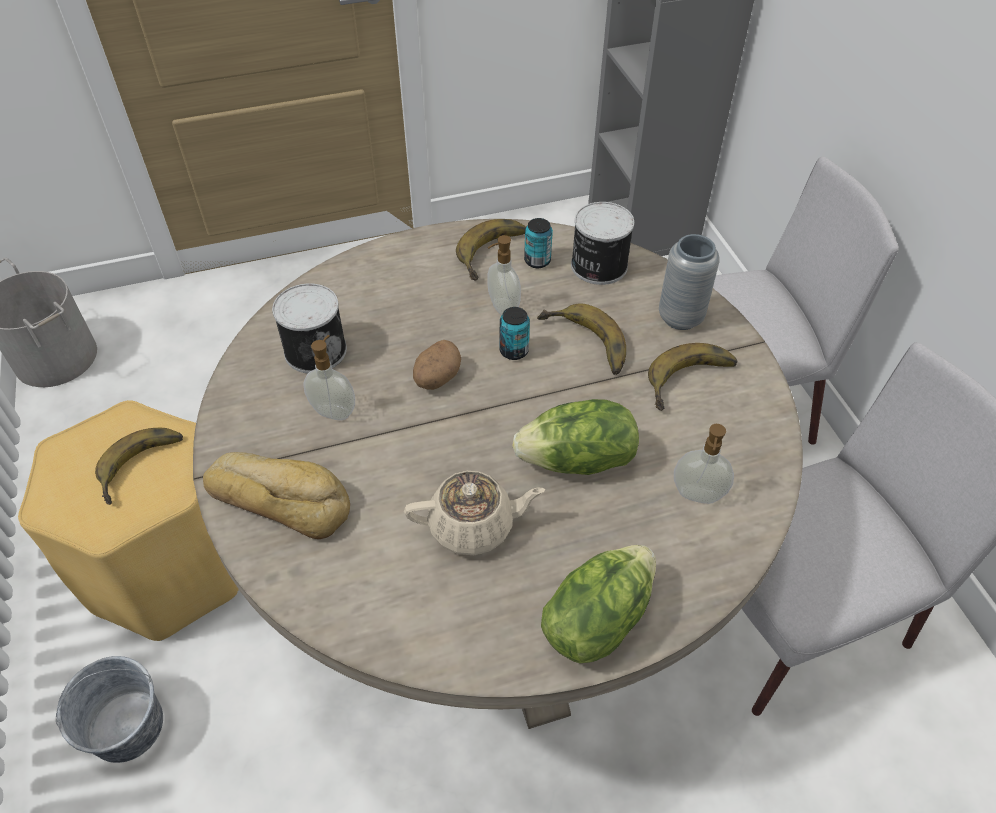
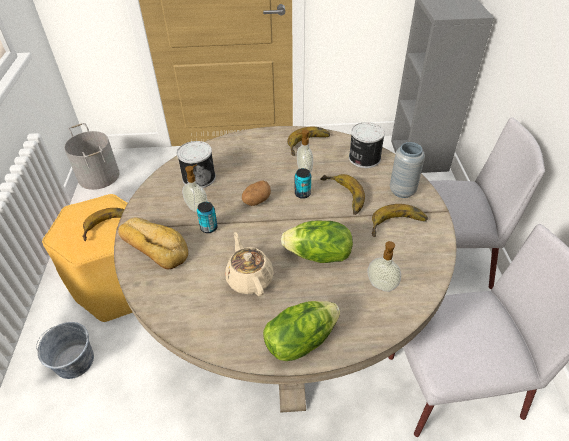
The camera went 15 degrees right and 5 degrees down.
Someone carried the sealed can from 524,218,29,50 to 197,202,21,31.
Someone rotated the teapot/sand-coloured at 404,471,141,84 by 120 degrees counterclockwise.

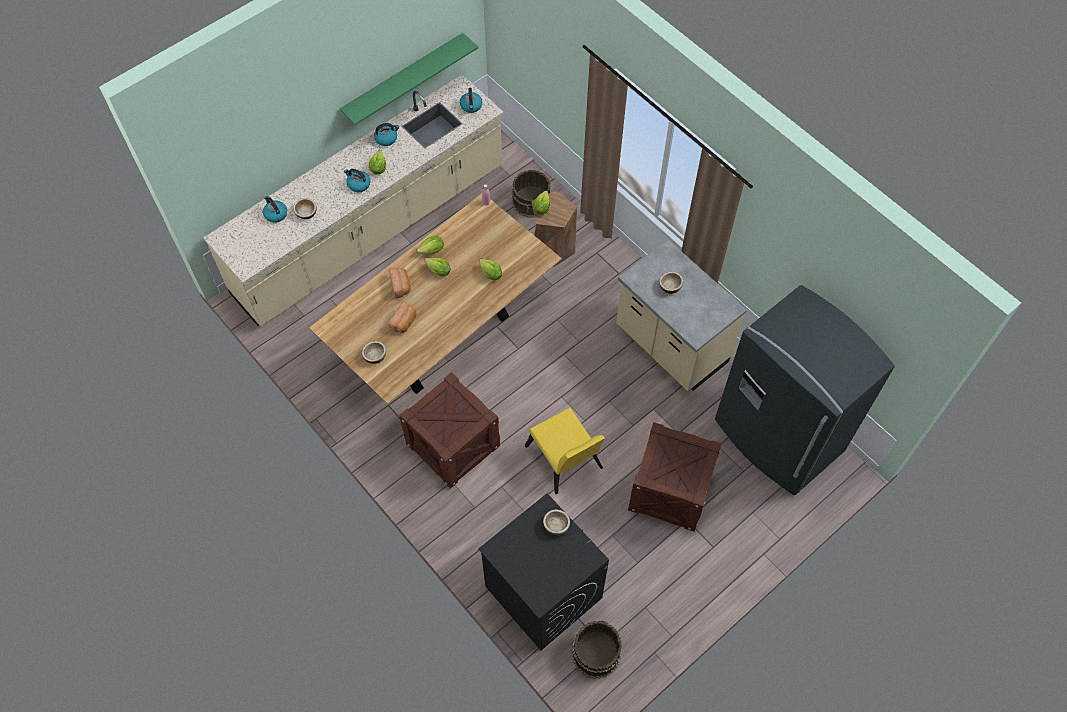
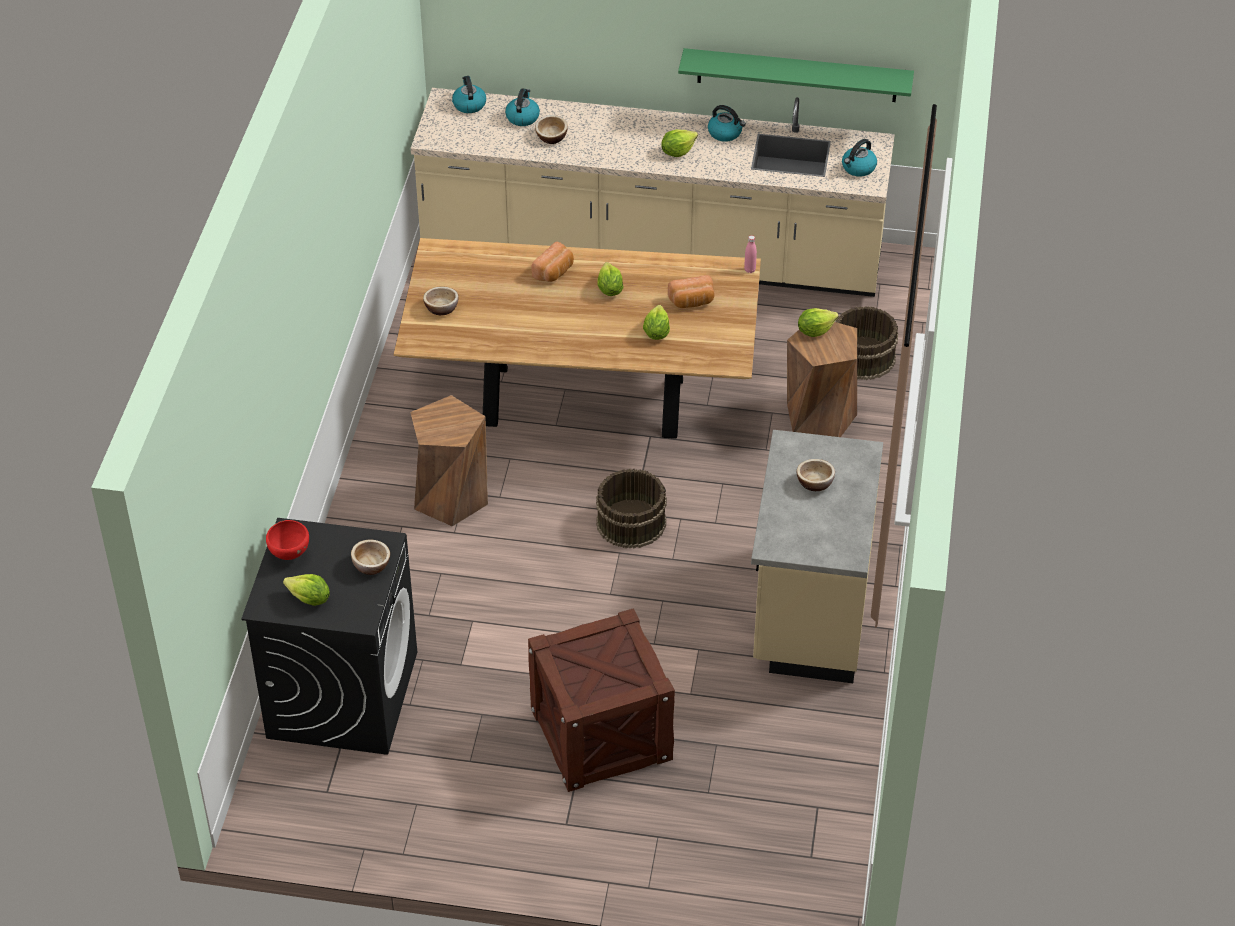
The camera went 50 degrees right and 15 degrees down.
Someone took away the plain chair/yellow at 525,408,80,86.
Someone took away the fridge/gray at 715,285,180,210.
Someone put down the bowl/red-coloured at 266,520,43,40.
Someone carried the water kettle from 344,169,26,23 to 452,76,34,37.
Someone carried the baked bread from 388,302,28,31 to 668,275,46,33.
Someone carried the lettuce head from 416,236,28,19 to 283,574,47,32.
Someone carried the water bucket/brown from 572,621,51,58 to 596,469,71,80.
Someone swapped the packing crate at 399,372,101,117 for the stool seat/brown at 410,395,78,131.

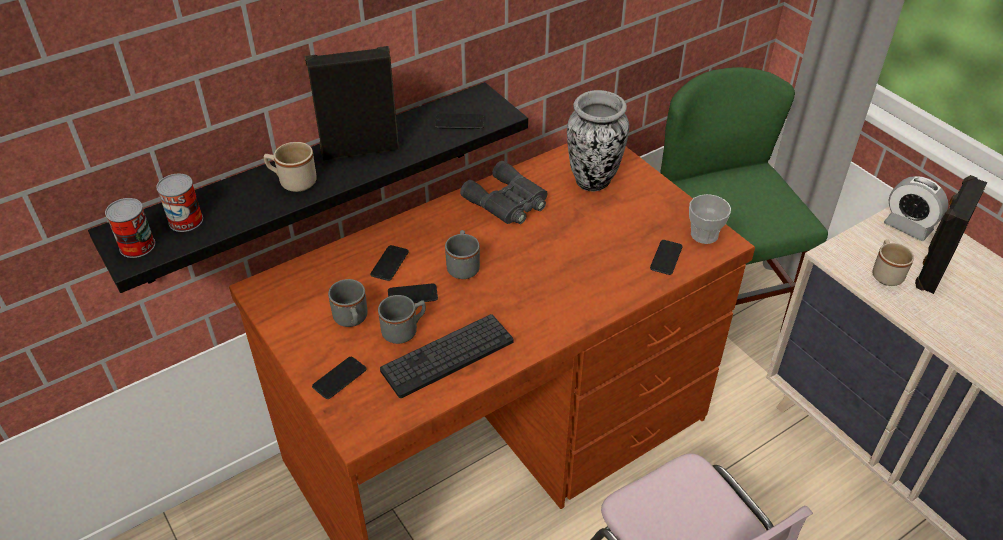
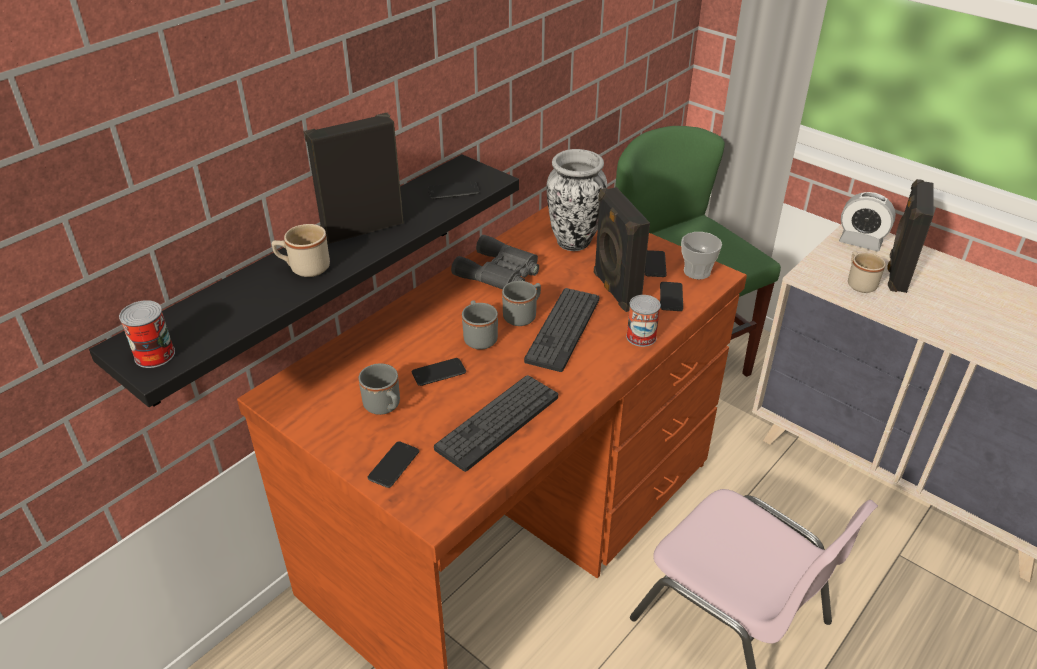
The camera went 15 degrees left and 5 degrees down.
Someone put down the PC keyboard at 524,288,75,84.
Someone put down the speaker/black at 594,187,56,125.
Someone carried the sealed can from 156,174,47,58 to 626,295,35,52.
Someone carried the telephone from 370,245,39,36 to 645,250,22,27.
Someone carried the coffee mug/gray from 378,295,48,49 to 502,281,39,45.

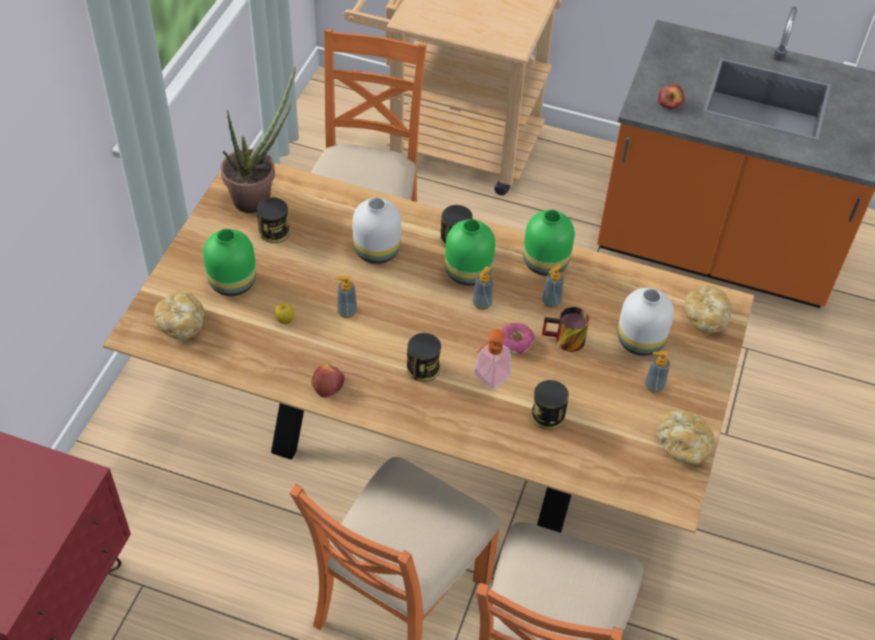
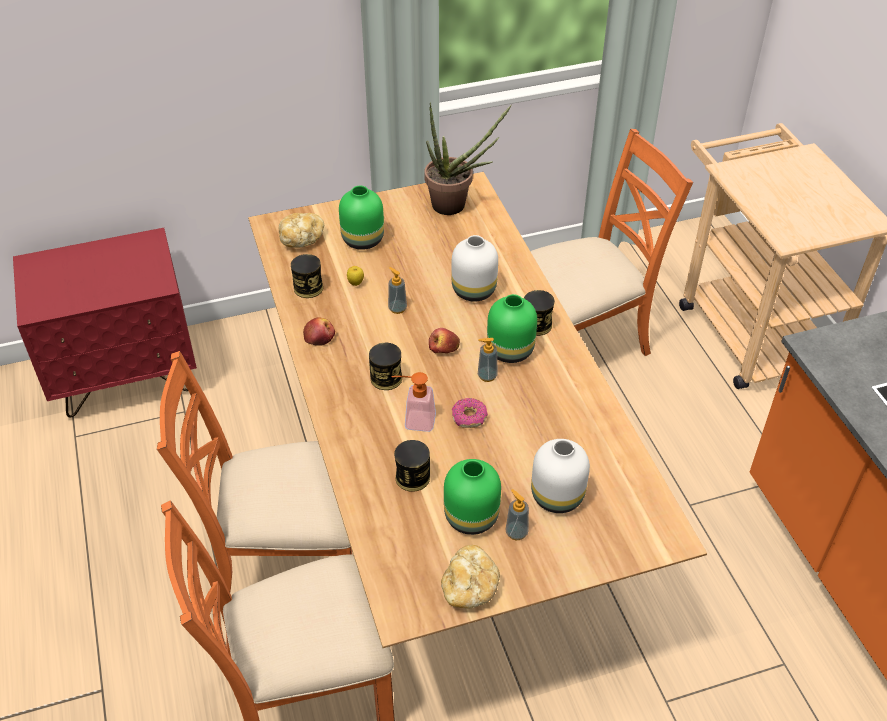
The camera went 55 degrees right and 5 degrees down.
Someone took away the soap dispenser at 542,265,22,43.
Someone took away the coffee mug at 542,307,47,45.
Someone took away the baked bread at 685,286,47,47.
Someone carried the sealed can from 257,198,33,45 to 291,254,32,44.
Someone carried the vase/greenish from 523,210,52,66 to 444,459,57,76.
Someone carried the whole apple from 658,85,27,24 to 429,328,31,25.

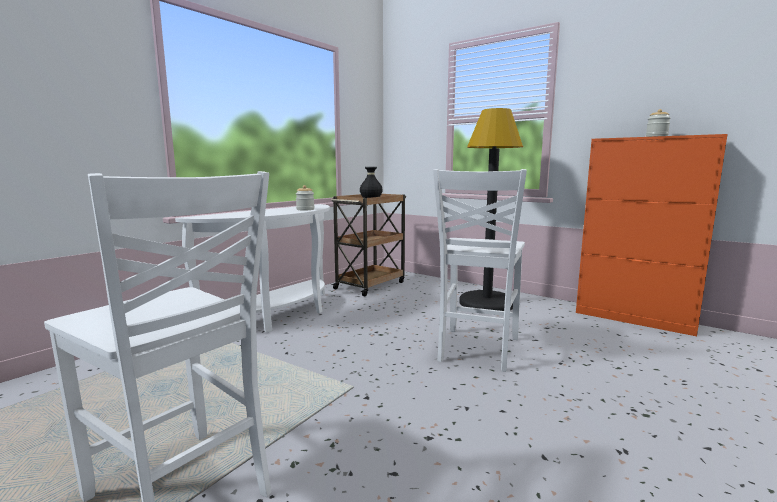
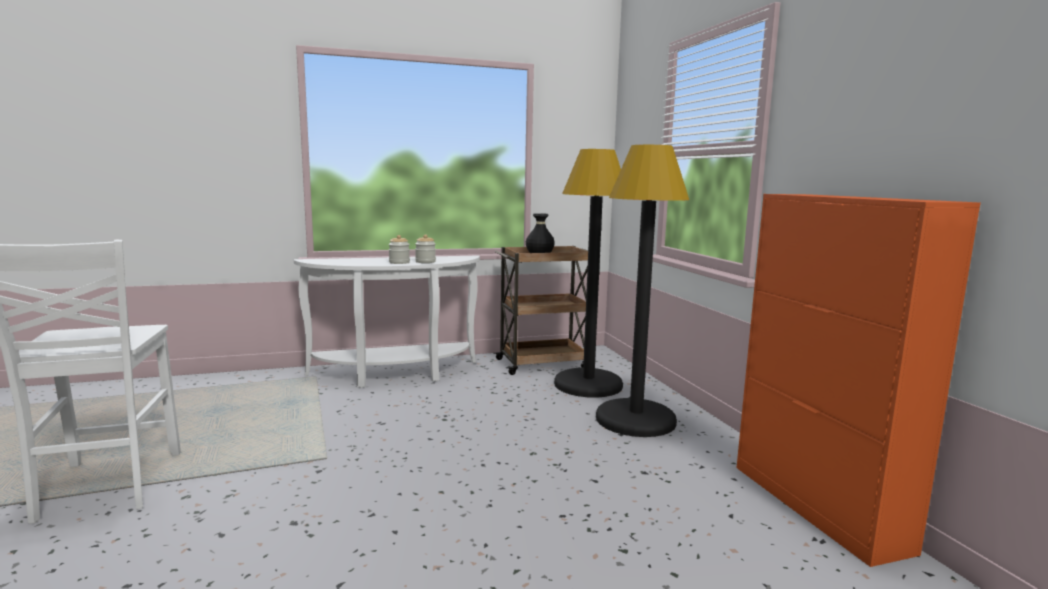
The camera went 35 degrees right and 0 degrees up.
Someone took away the plain chair/whitish at 433,169,94,203.
Someone put down the floor lamp/black at 554,149,69,249.
Someone carried the storage jar from 646,109,24,28 to 389,235,21,29.

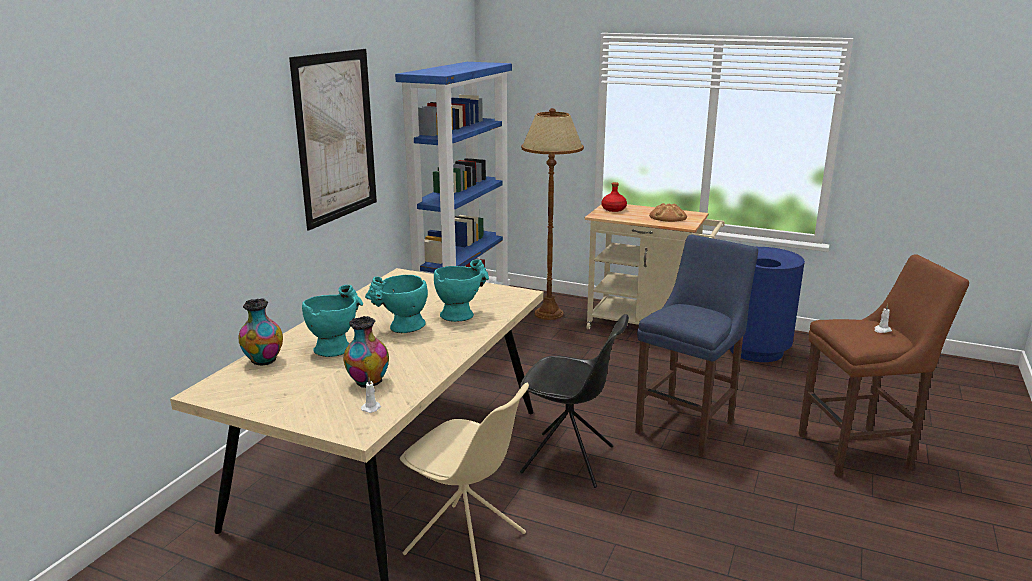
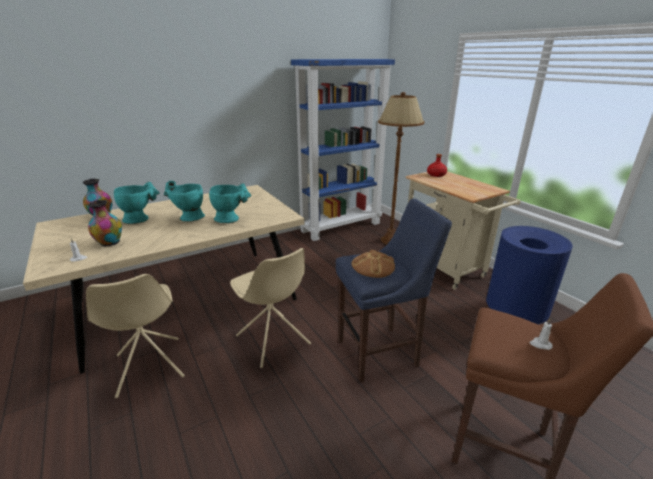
The camera went 35 degrees right and 5 degrees up.
Someone took away the wall art at 289,49,88,182.
Someone carried the baked bread from 649,203,38,19 to 351,250,44,28.
Someone repainted the plain chair/black at 520,314,109,174, which became the plain chair/sand-coloured at 230,248,81,120.

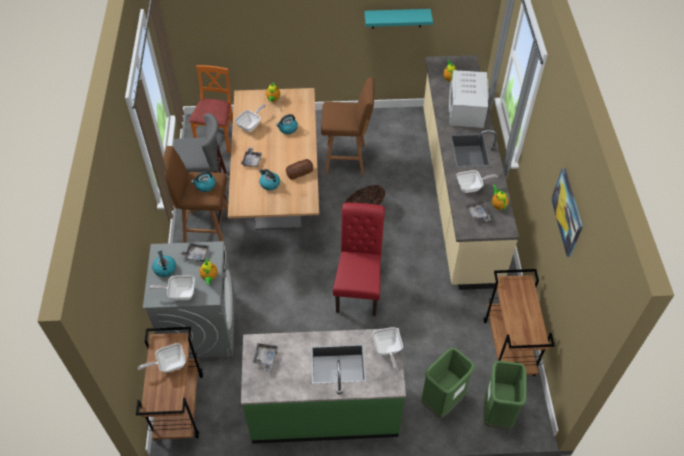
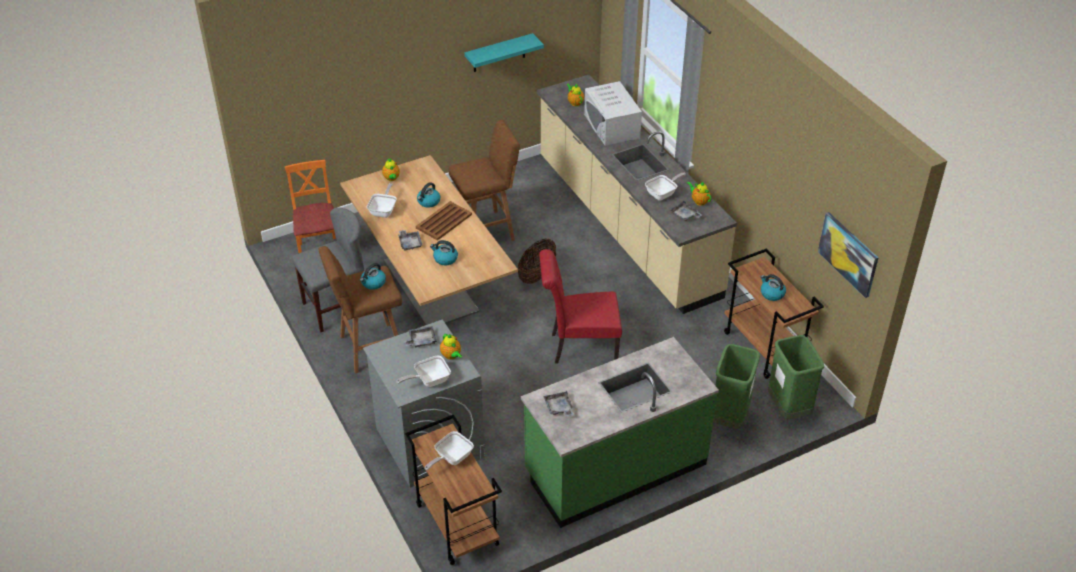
The camera went 25 degrees left and 10 degrees down.
Someone took away the baked bread at 286,159,27,21.
Someone took away the frying pan at 372,327,31,44.
Someone put down the serving tray/brown at 416,201,56,40.
Someone carried the water kettle from 152,250,24,27 to 761,274,25,27.
Someone carried the wall art from 551,168,32,89 to 818,212,60,86.
Someone rotated the plain chair/red-coloured at 333,203,52,113 by 75 degrees counterclockwise.

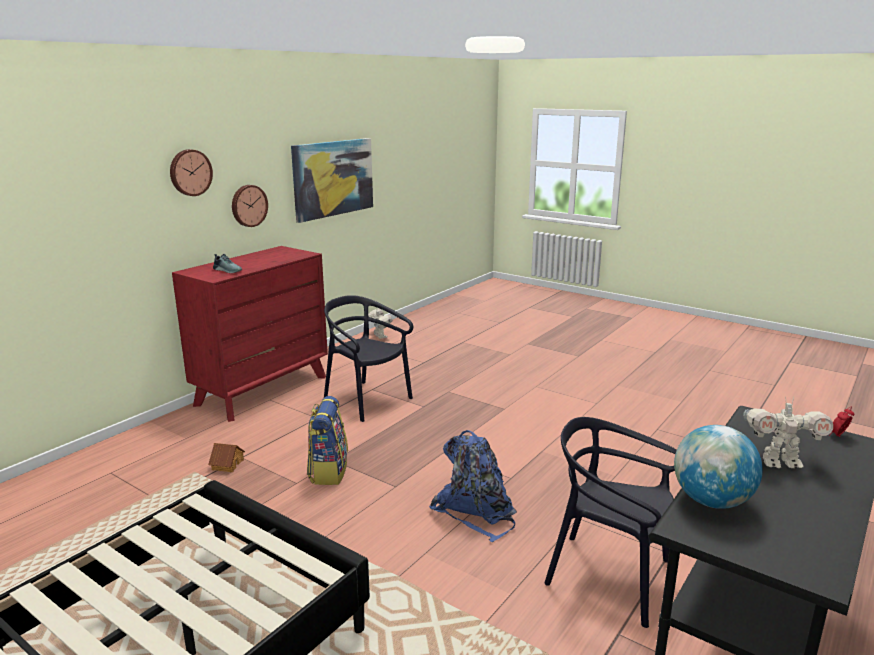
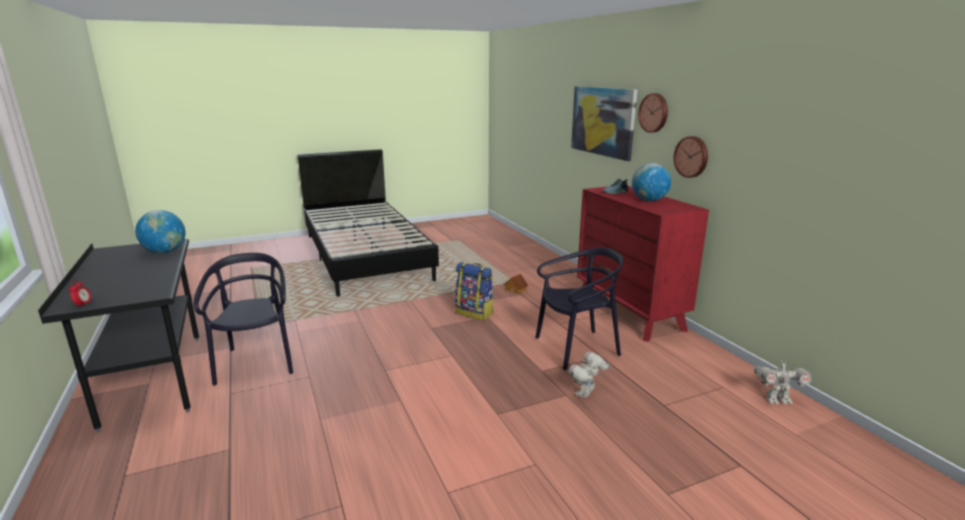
The camera went 120 degrees right and 0 degrees up.
Someone took away the rucksack/blue at 429,430,88,112.
Someone put down the desk globe at 632,163,39,38.
Someone carried the wall art from 291,138,82,85 to 571,86,66,75.
Someone carried the model robot from 743,397,90,71 to 568,351,42,47.
Someone rotated the plain chair/black at 544,417,133,211 by 75 degrees counterclockwise.

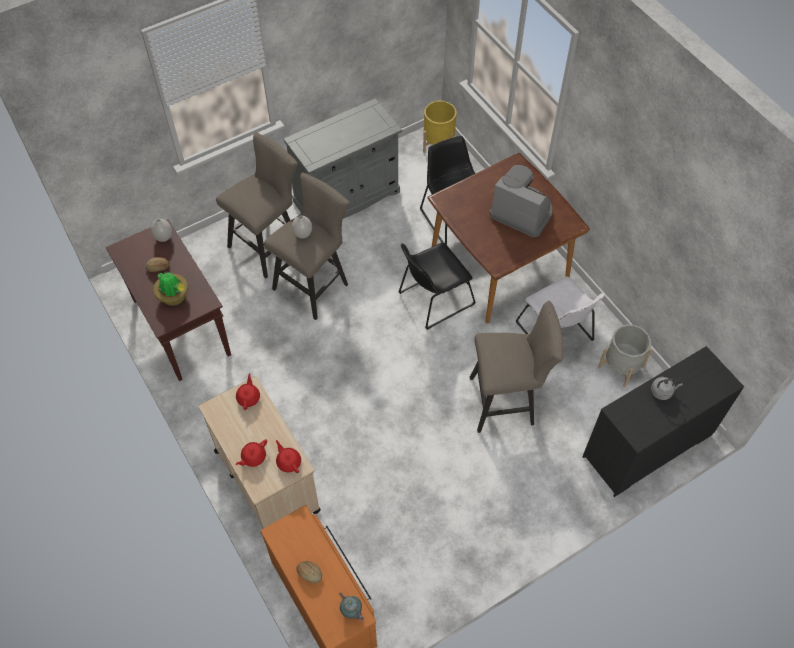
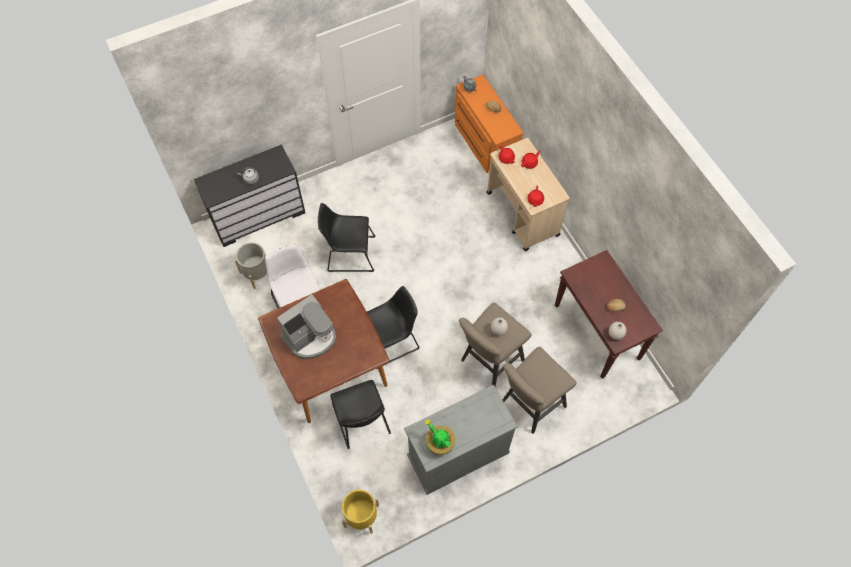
The camera went 175 degrees left and 5 degrees up.
Someone carried the houseplant from 153,272,35,34 to 425,419,30,36.
Someone swapped the stool seat/sand-coloured at 470,301,94,132 for the plain chair/black at 318,203,57,69.
Someone rotated the coffee maker at 490,165,62,72 by 75 degrees counterclockwise.

